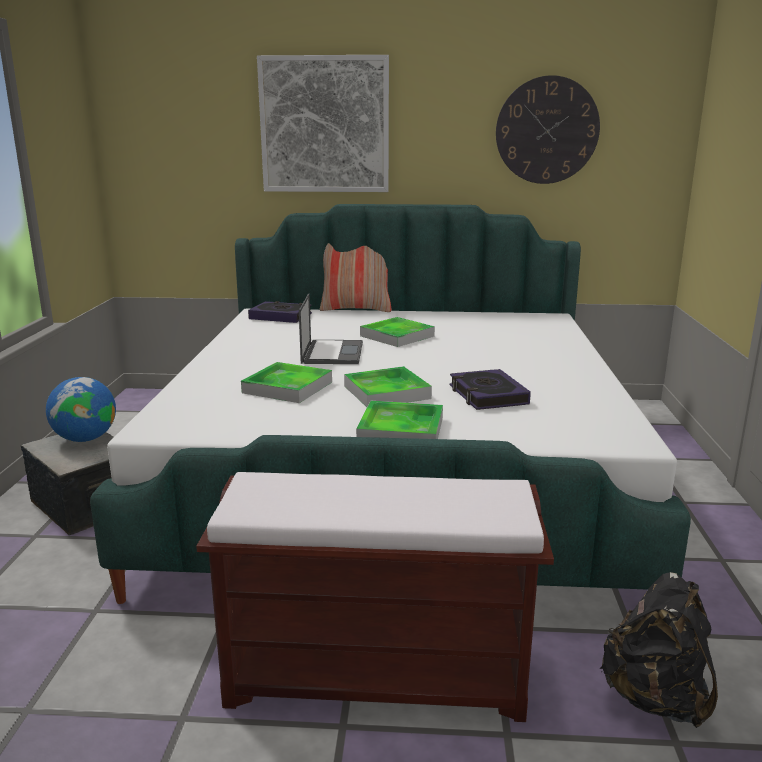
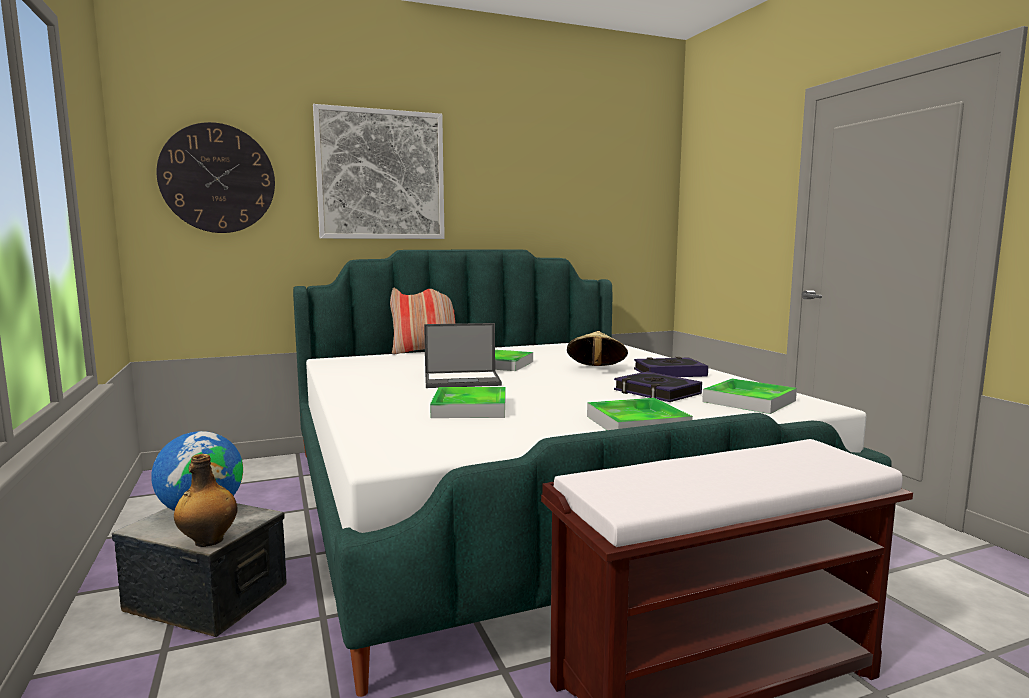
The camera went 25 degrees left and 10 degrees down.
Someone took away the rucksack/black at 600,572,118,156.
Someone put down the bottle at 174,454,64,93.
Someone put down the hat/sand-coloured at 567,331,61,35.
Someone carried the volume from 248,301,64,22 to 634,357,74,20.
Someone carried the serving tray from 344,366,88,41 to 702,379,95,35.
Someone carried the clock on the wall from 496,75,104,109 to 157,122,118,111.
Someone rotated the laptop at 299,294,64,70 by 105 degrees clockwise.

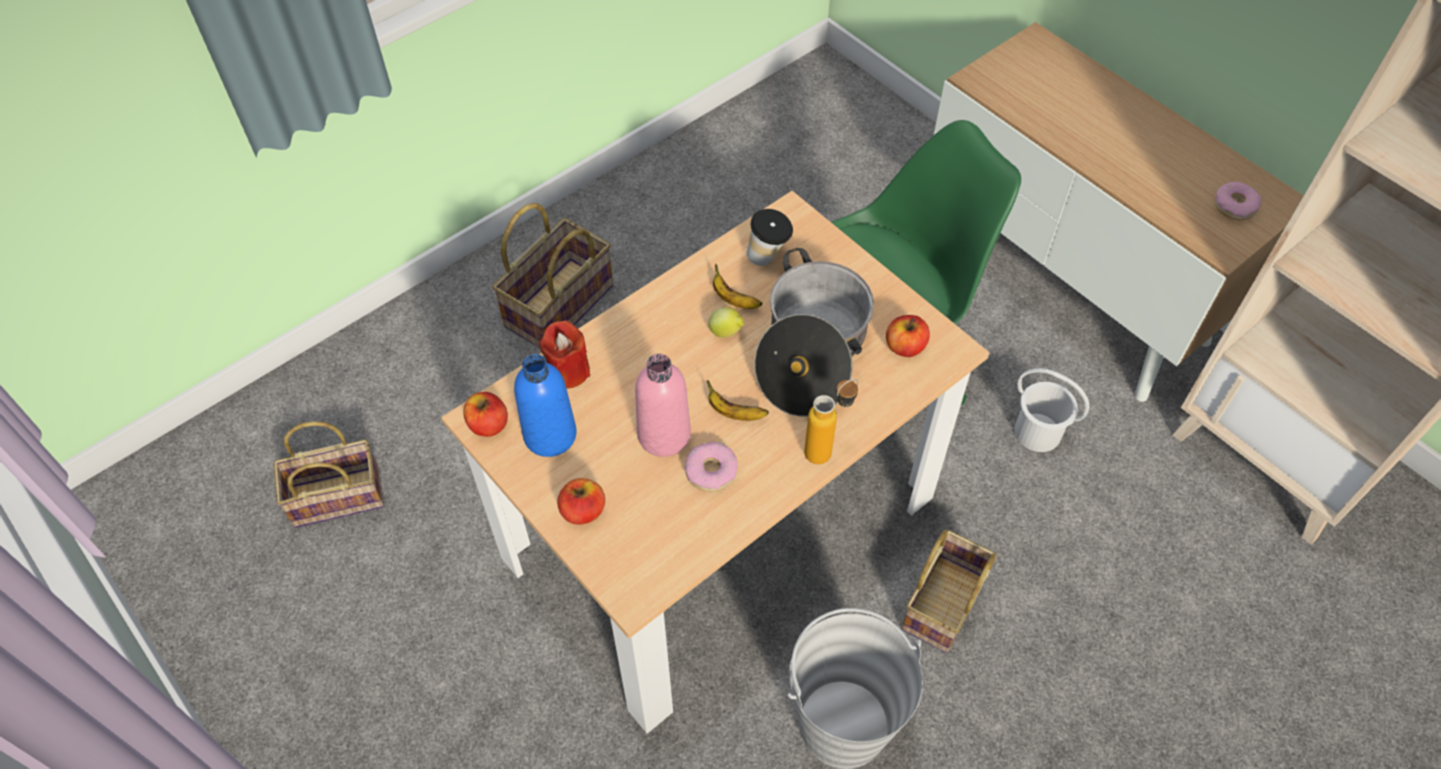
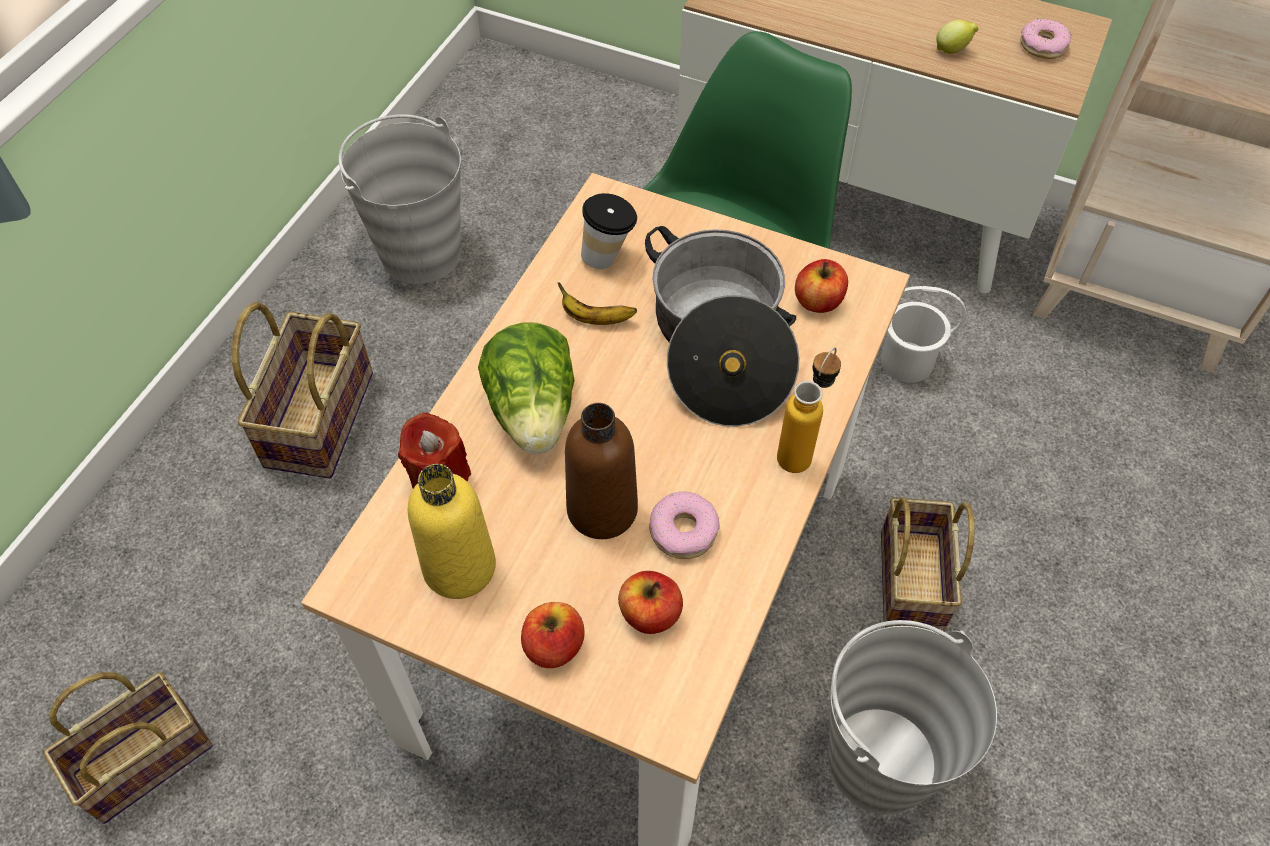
The camera went 25 degrees left and 0 degrees up.
Someone took away the whole banana at 707,380,62,41.
Someone put down the water bucket/gray at 338,114,123,170.
Someone put down the lettuce head at 478,322,97,132.
Someone carried the whole apple from 463,392,45,45 to 618,571,65,63.
Someone carried the citrus fruit from 708,307,36,31 to 936,20,42,34.
Someone repainted the bottle/blue at 514,354,63,103, which became the bottle/yellow at 408,464,88,135.
Someone repainted the bottle/pink-coloured at 635,354,56,103, which became the bottle/brown at 565,403,73,136.

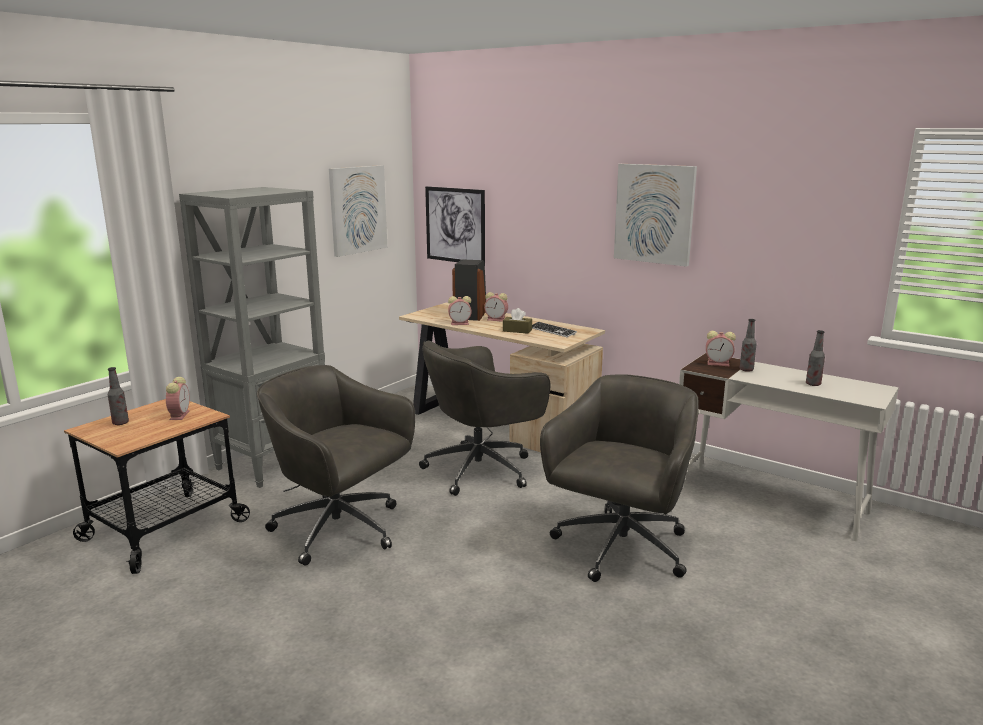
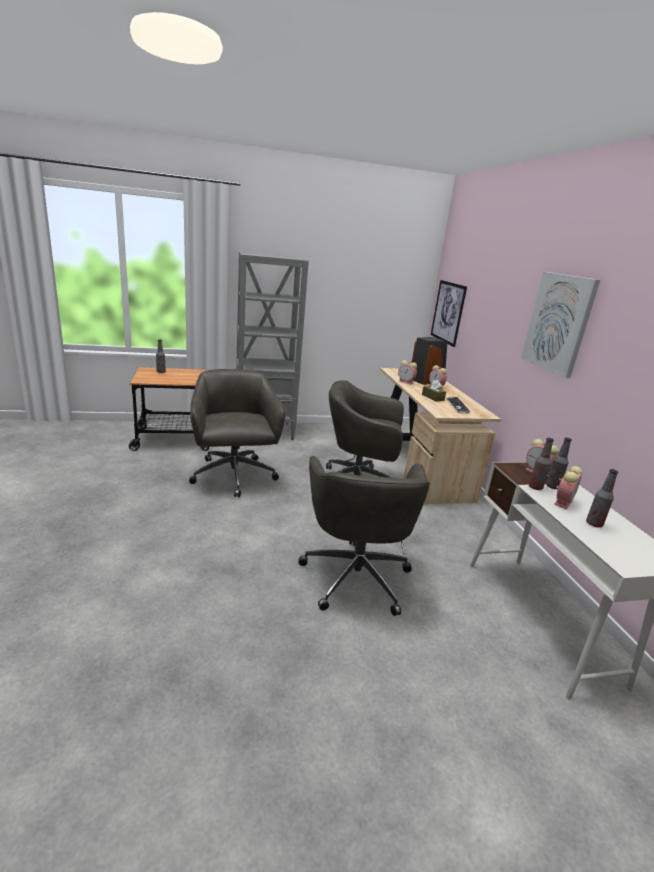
The camera went 40 degrees right and 5 degrees up.
Someone took away the wall art at 329,165,58,92.
Someone put down the bottle at 529,438,25,52.
Someone carried the bedside clock from 166,377,23,43 to 554,466,29,43.
Someone rotated the computer chair/gray at 540,374,159,208 by 105 degrees clockwise.

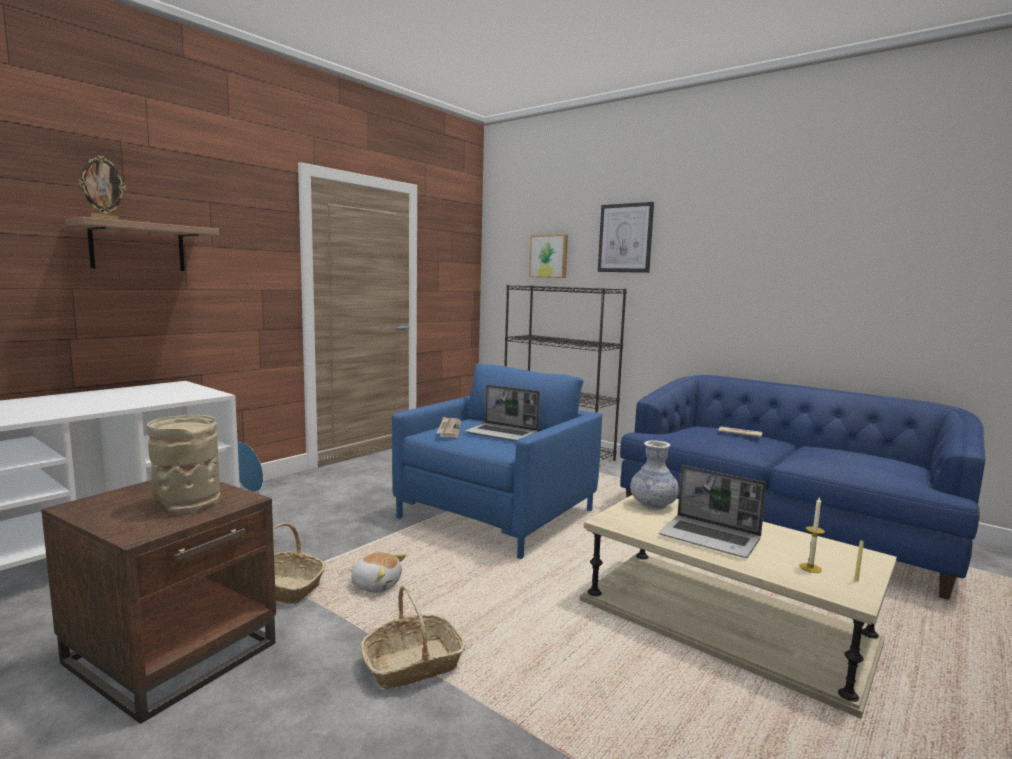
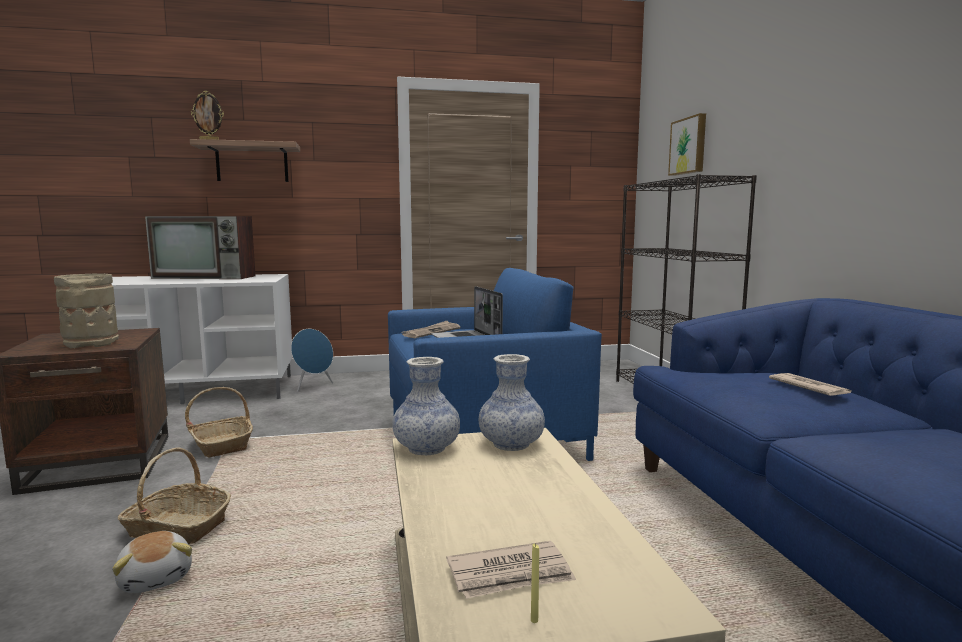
The camera went 40 degrees right and 0 degrees up.
Someone took away the wall art at 598,202,56,71.
Someone took away the laptop at 659,465,108,93.
Someone put down the television at 145,216,111,63.
Someone put down the vase at 392,357,68,98.
Someone carried the cuddly toy from 350,552,56,41 to 112,531,80,62.
Someone swapped the wax light at 800,496,25,77 for the newspaper at 446,541,130,58.

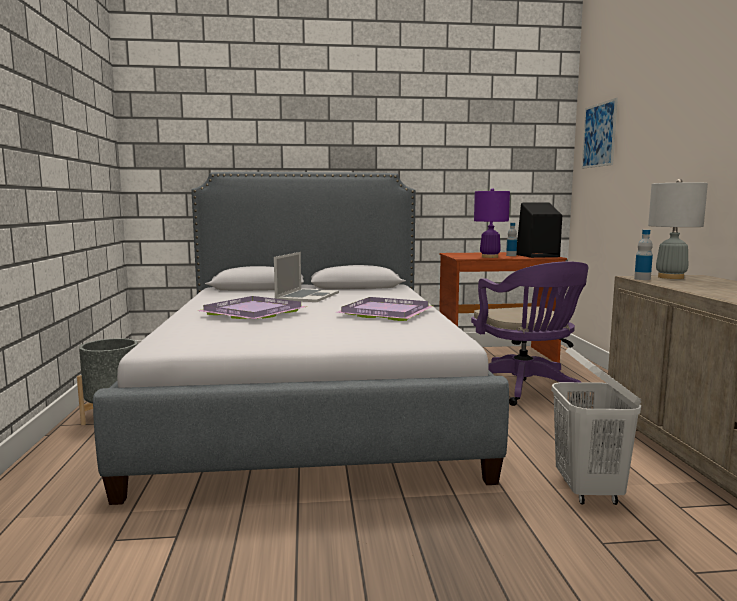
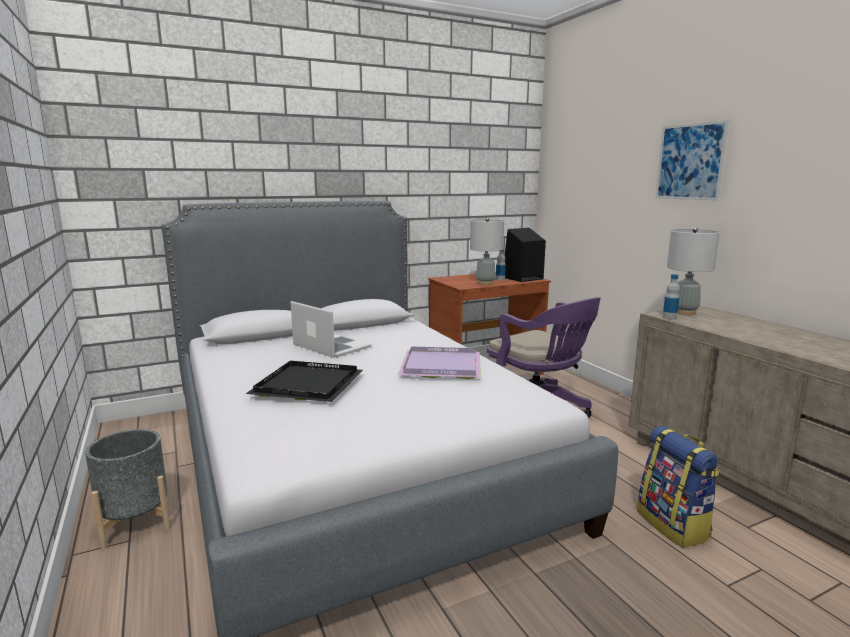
The camera went 20 degrees left and 5 degrees up.
Someone carried the wall art from 581,98,37,71 to 655,120,74,80.
Someone swapped the washing basket/whitish at 551,348,91,157 for the rucksack at 637,426,83,122.
Someone repainted the serving tray/purple-coloured at 197,296,110,23, which became the serving tray/black at 246,361,117,41.
Someone repainted the table lamp/purple-coloured at 474,188,36,70, which became the table lamp/gray at 470,218,34,67.
Someone rotated the laptop at 274,252,65,50 by 45 degrees counterclockwise.

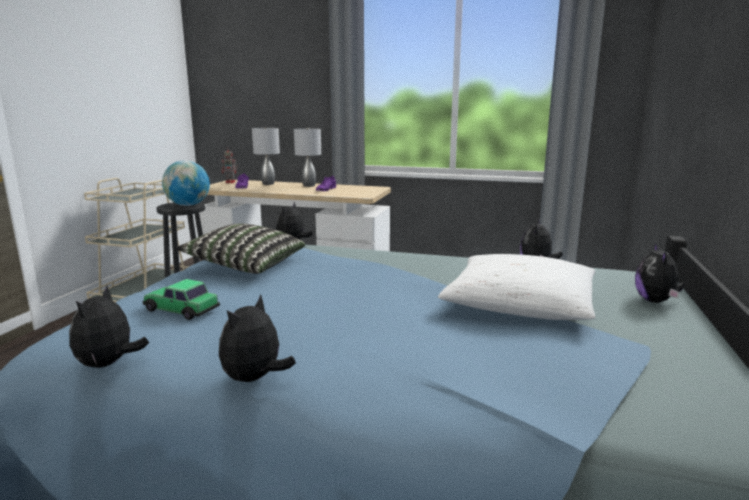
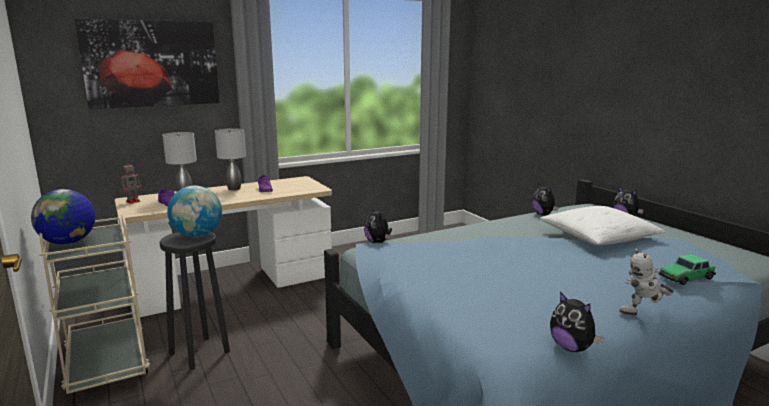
The camera went 45 degrees left and 0 degrees up.
Someone took away the pillow at 176,223,129,51.
Someone put down the desk globe at 31,189,64,56.
Someone put up the wall art at 75,19,145,90.
Someone carried the model car from 142,279,78,41 to 658,254,58,31.
Someone swapped the cuddly toy at 219,294,77,88 for the model robot at 619,249,55,66.

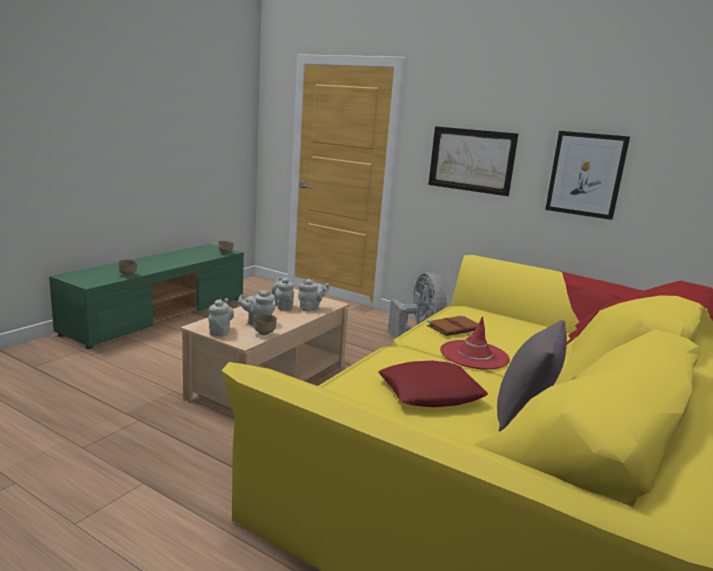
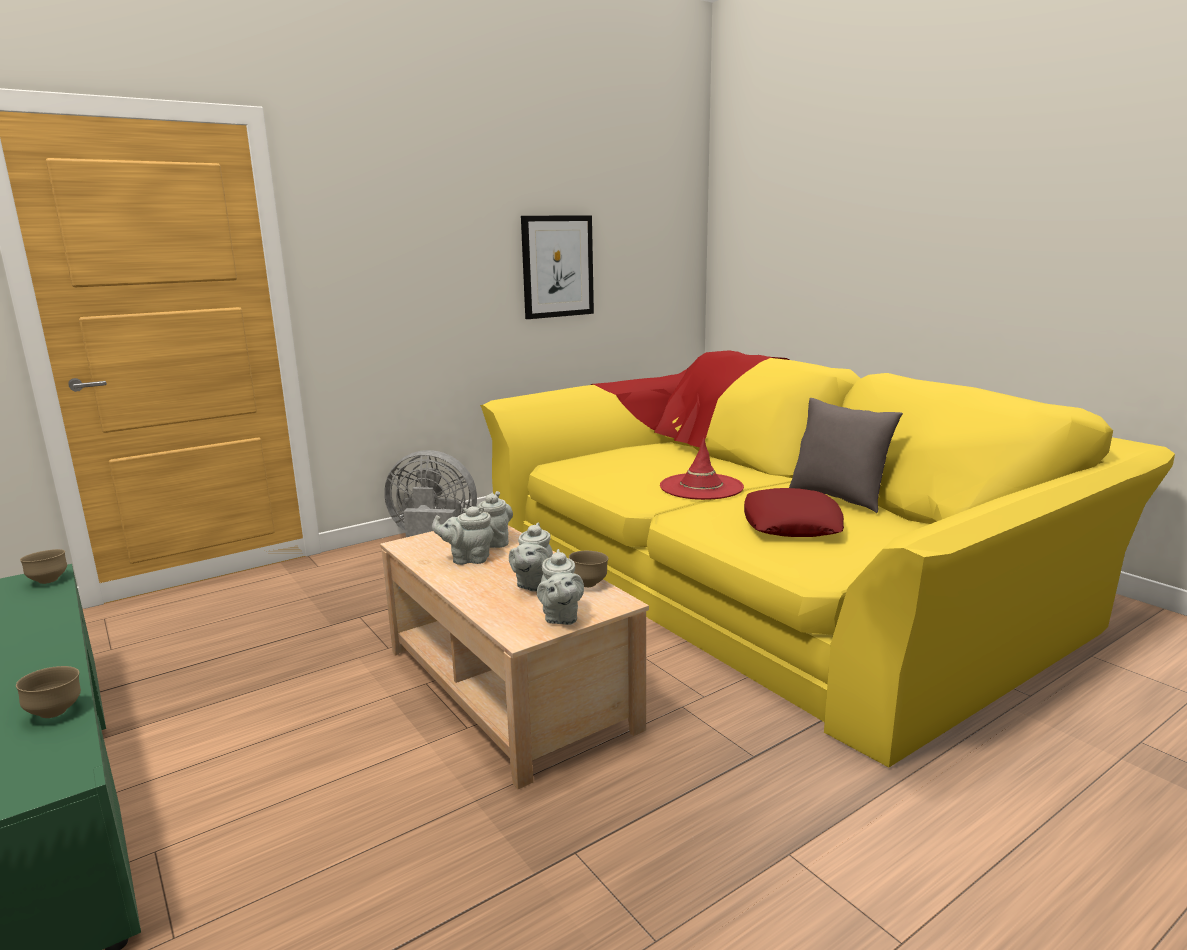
The camera went 65 degrees left and 0 degrees up.
Someone took away the volume/brown at 427,315,51,21.
Someone took away the wall art at 428,126,90,70.
Someone rotated the teapot/gray at 208,298,26,39 by 120 degrees counterclockwise.

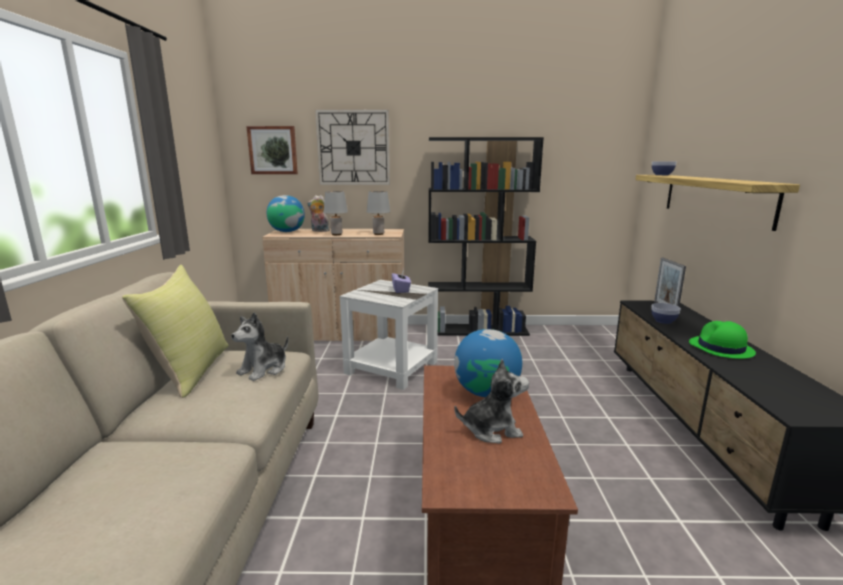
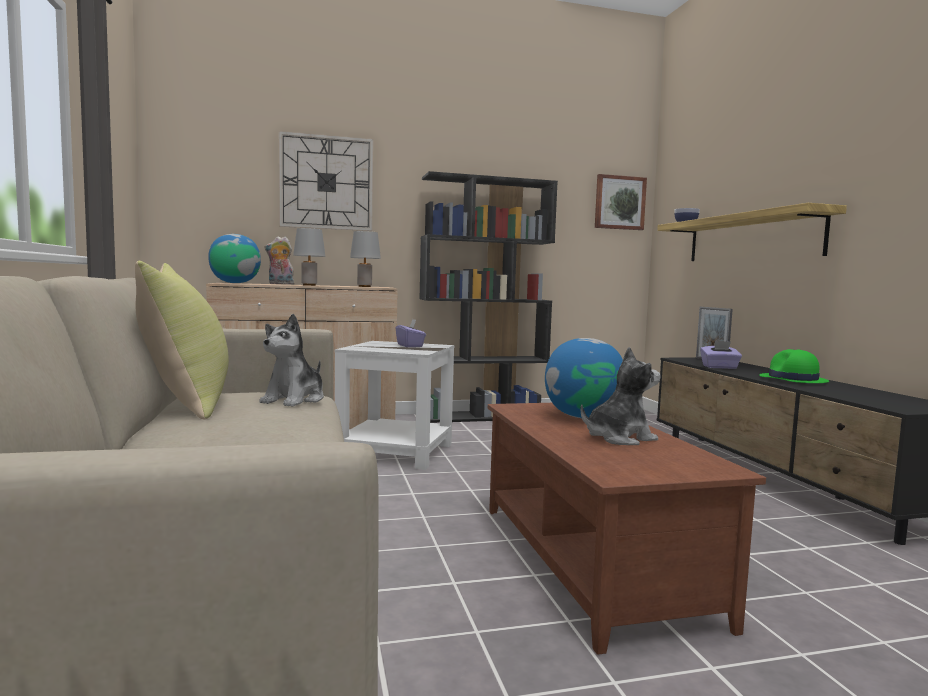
The camera went 15 degrees left and 10 degrees down.
Someone carried the wall art from 246,126,52,48 to 595,174,52,56.
Someone swapped the bowl at 651,303,30,21 for the tissue holder/purple-coloured at 700,341,42,28.

